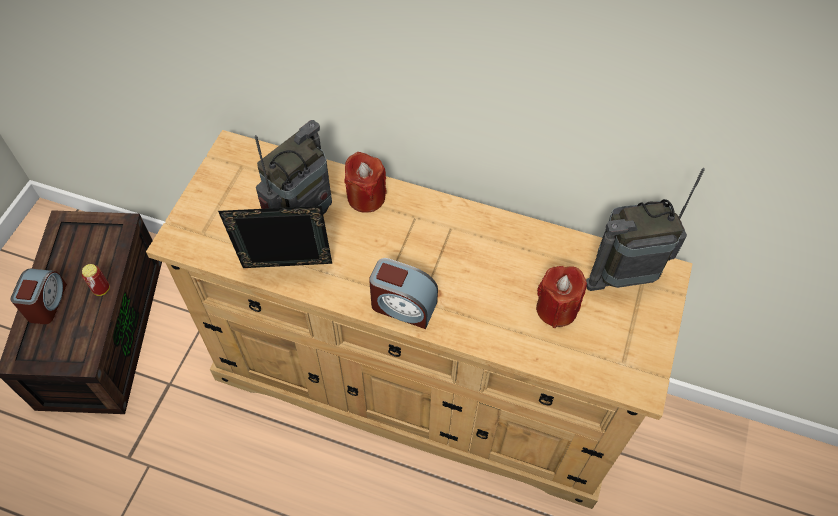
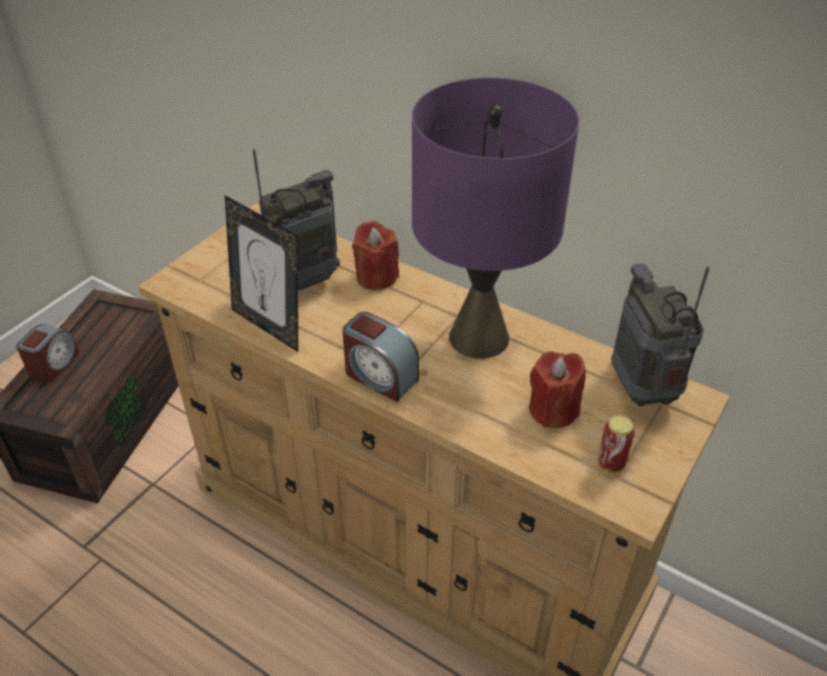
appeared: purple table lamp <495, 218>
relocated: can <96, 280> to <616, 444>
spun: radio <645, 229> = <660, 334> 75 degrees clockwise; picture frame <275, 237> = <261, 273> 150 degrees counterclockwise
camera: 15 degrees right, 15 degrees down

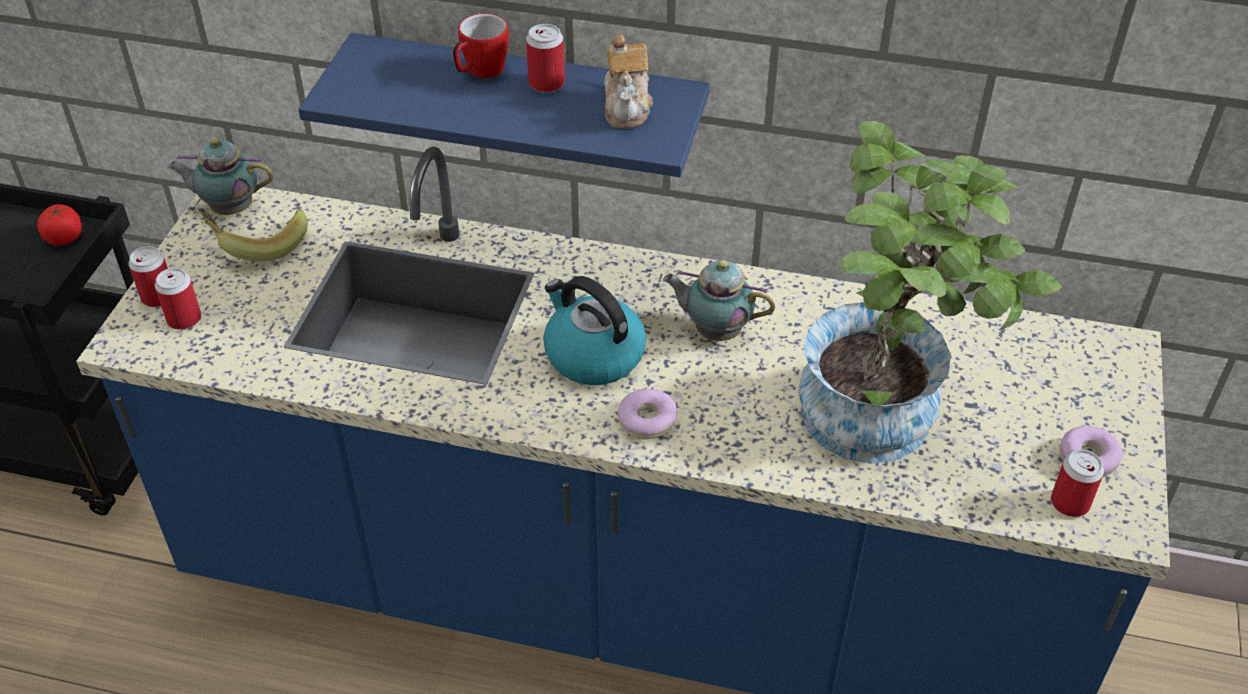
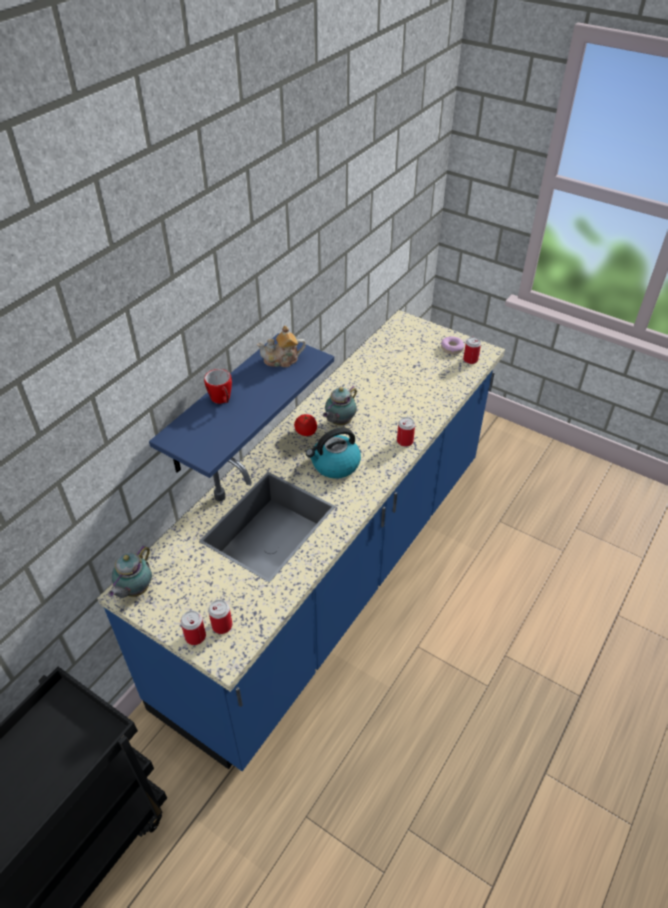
missing: potted plant <930, 292>; banana <253, 235>; donut <647, 414>
relocated: can <545, 58> to <406, 432>; tomato <59, 225> to <305, 425>
spun: teapot <628, 81> = <281, 346> 150 degrees clockwise
camera: 70 degrees left, 0 degrees up

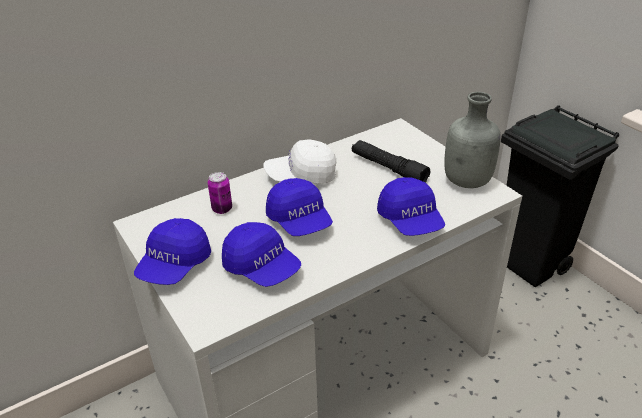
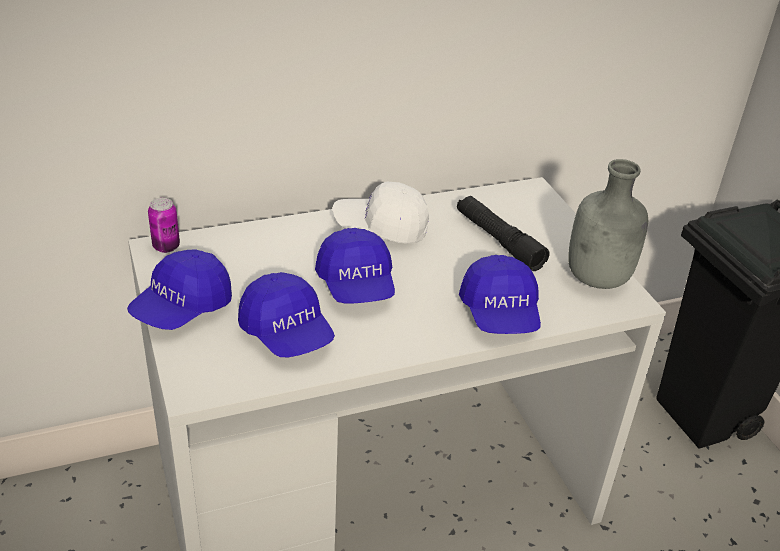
relocated: can <220, 193> to <164, 225>
camera: 10 degrees right, 0 degrees up

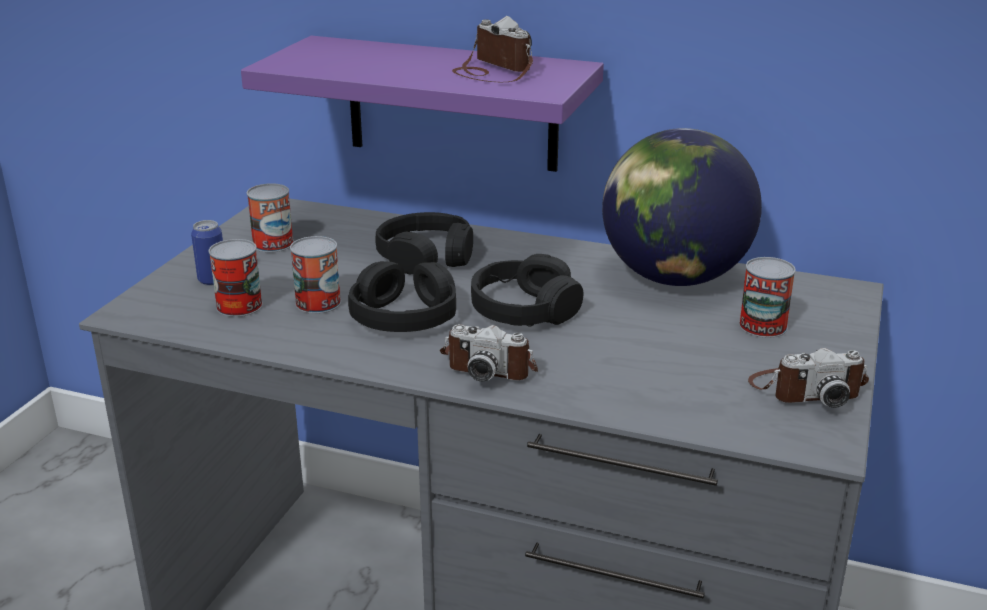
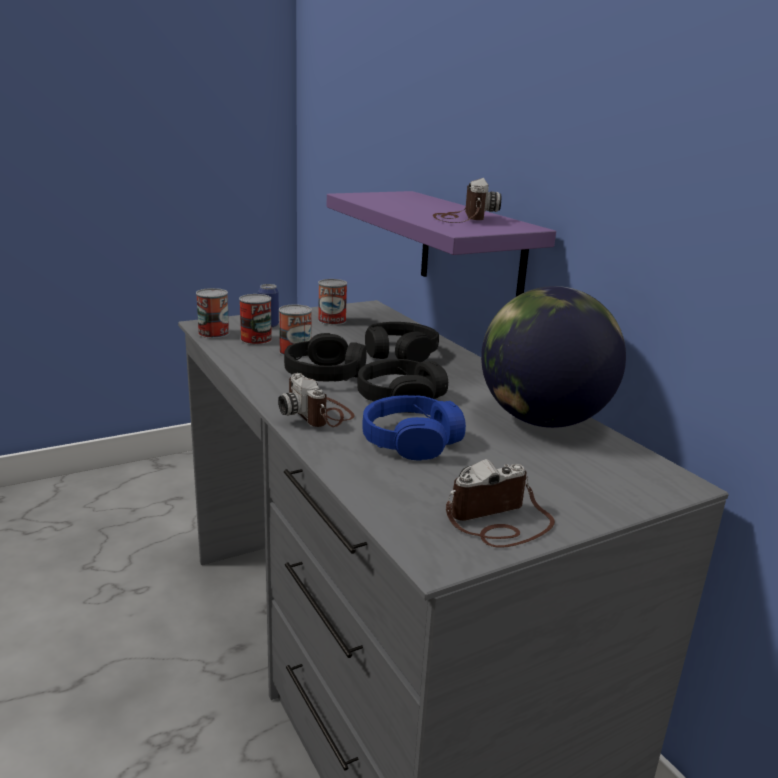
appeared: blue headphones <414, 428>
relocated: can <767, 297> to <213, 313>
spun: photo camera <808, 378> = <500, 503> 120 degrees clockwise
camera: 40 degrees right, 5 degrees down

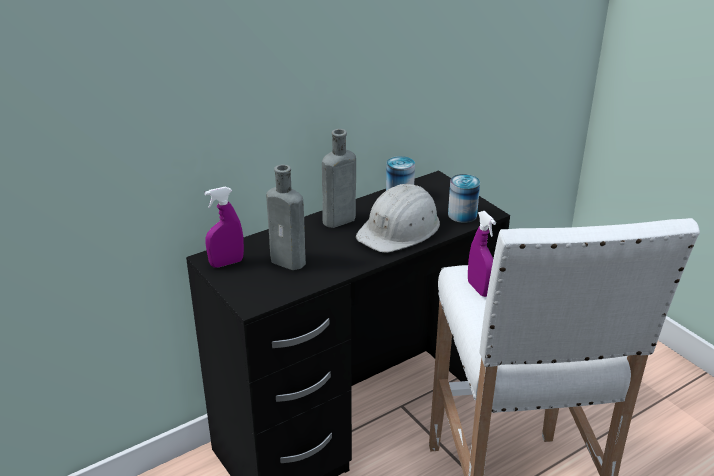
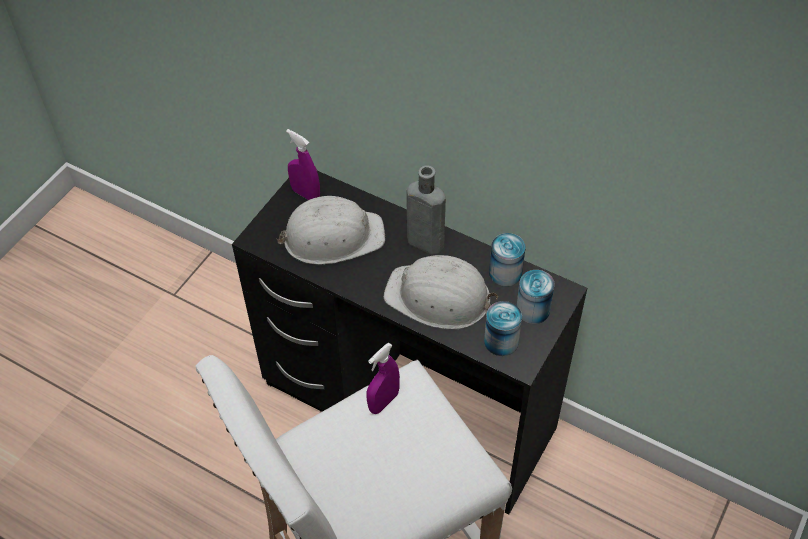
appeared: can <535, 297>
exchanged: grey bottle <286, 217> to white hard hat <330, 230>
camera: 65 degrees right, 20 degrees up

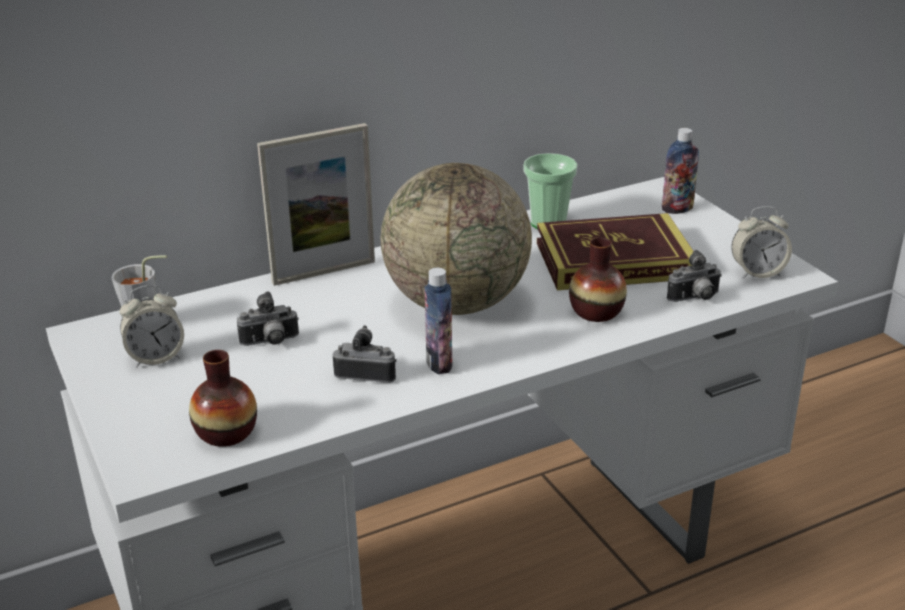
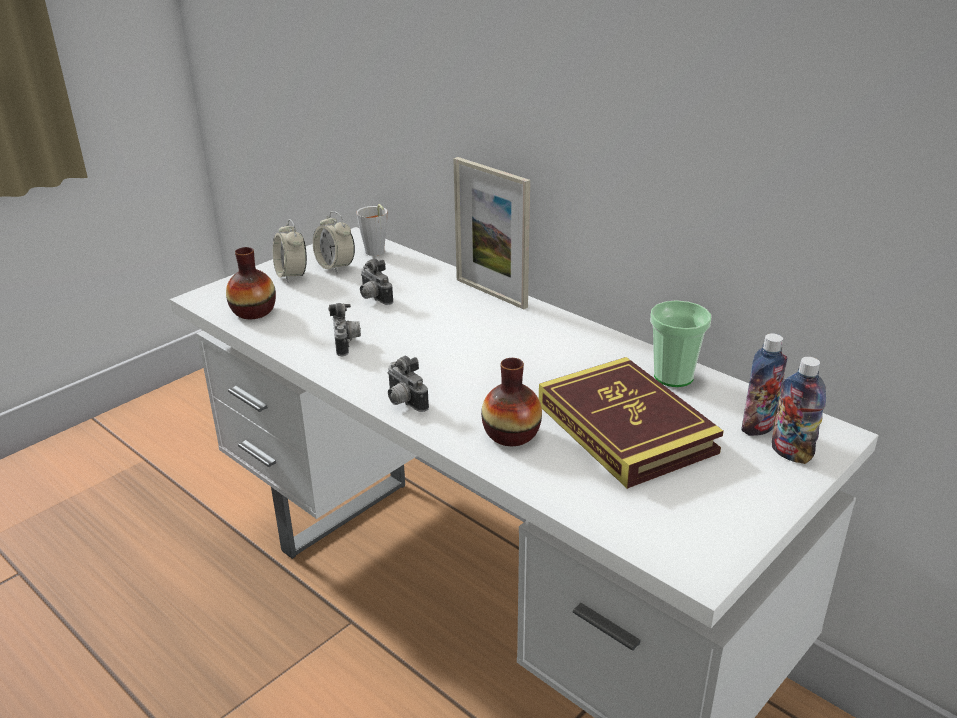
missing: globe <456, 239>
relocated: alarm clock <761, 242> to <290, 251>; photo camera <694, 276> to <408, 384>; bottle <438, 321> to <764, 384>
camera: 70 degrees right, 0 degrees up

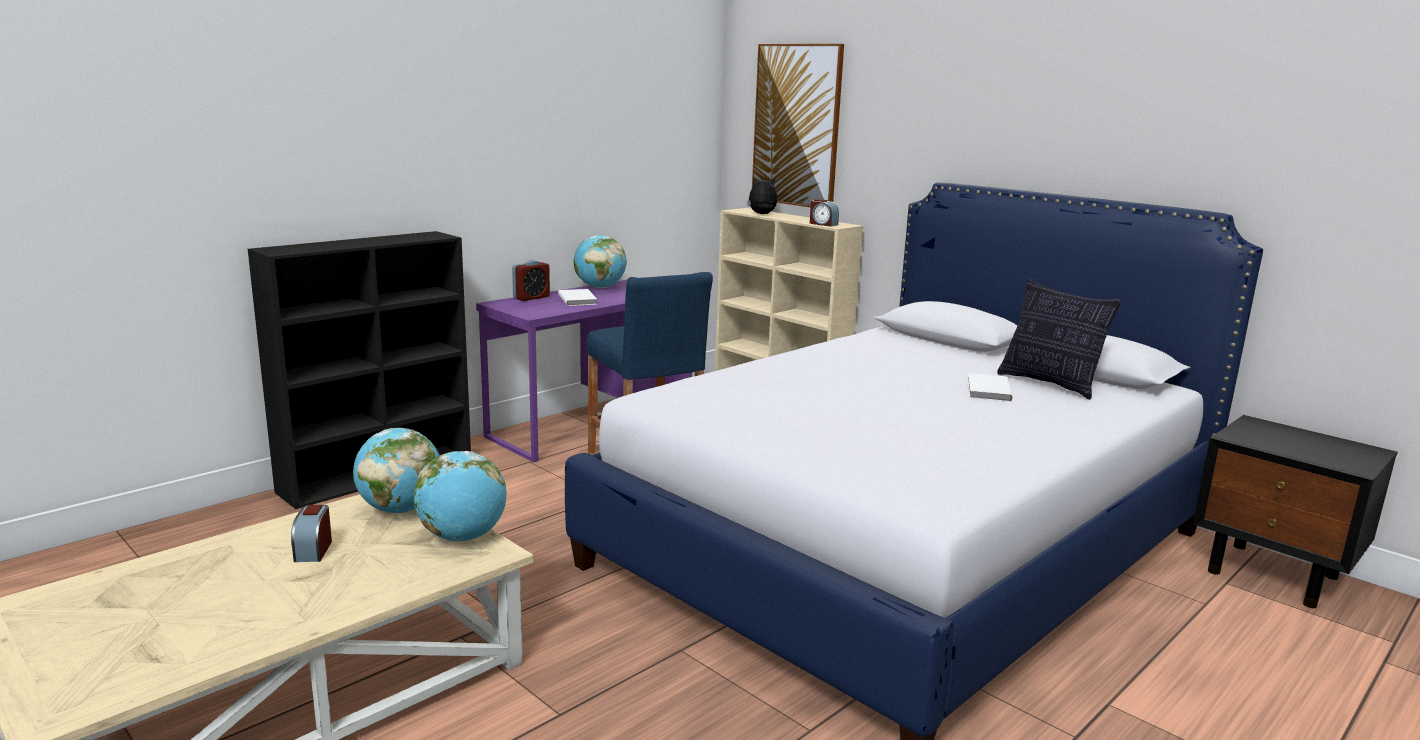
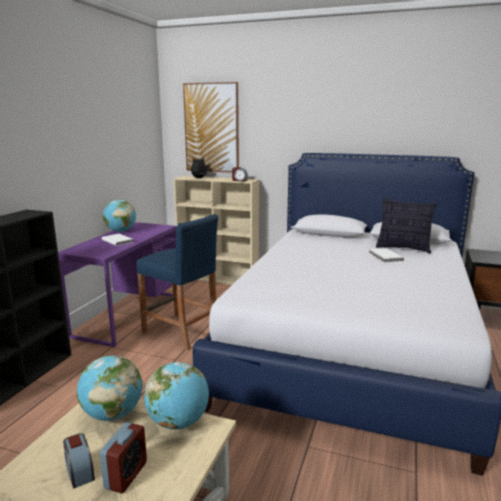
relocated: alarm clock <531, 280> to <123, 458>
camera: 25 degrees left, 0 degrees up

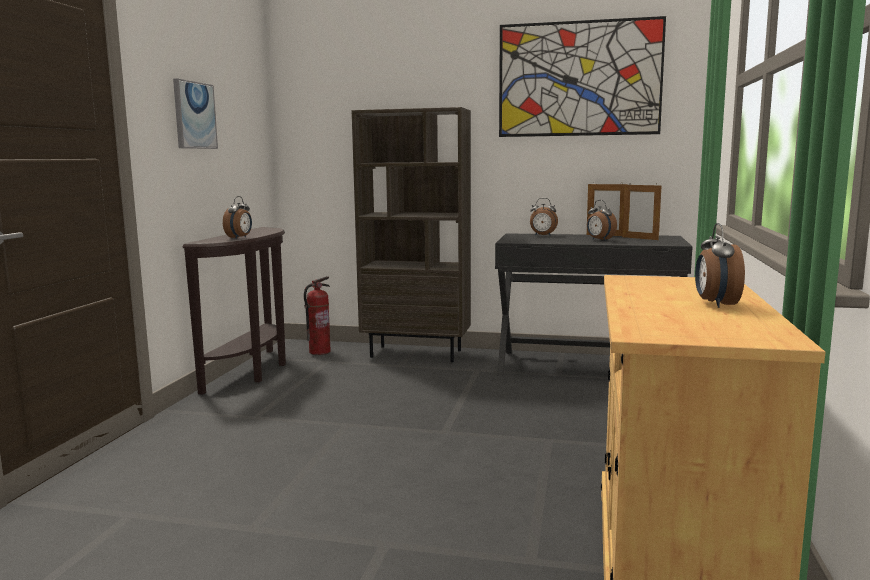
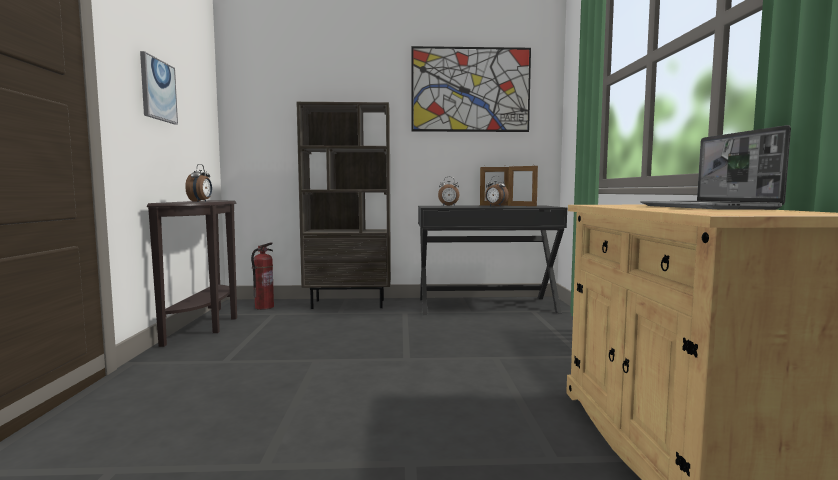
exchanged: alarm clock <720, 265> to laptop <715, 167>
camera: 15 degrees left, 5 degrees down

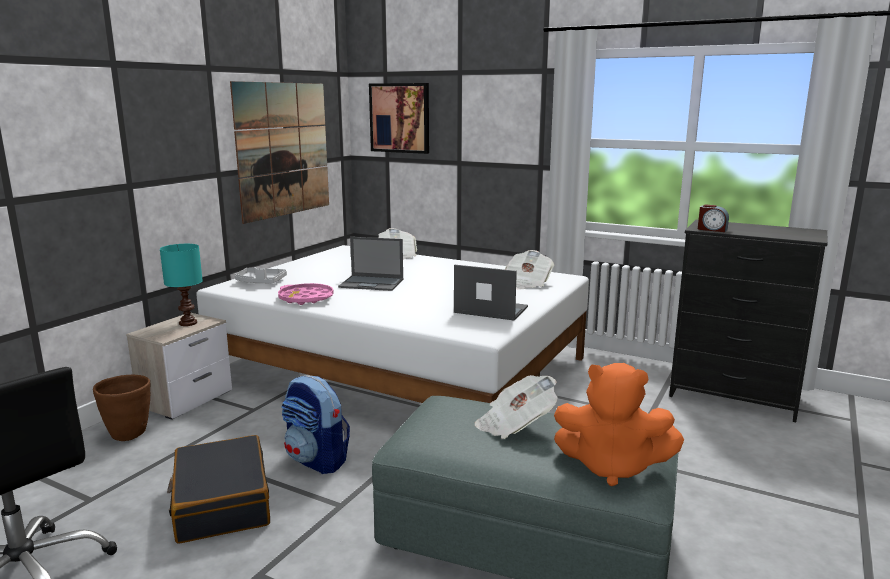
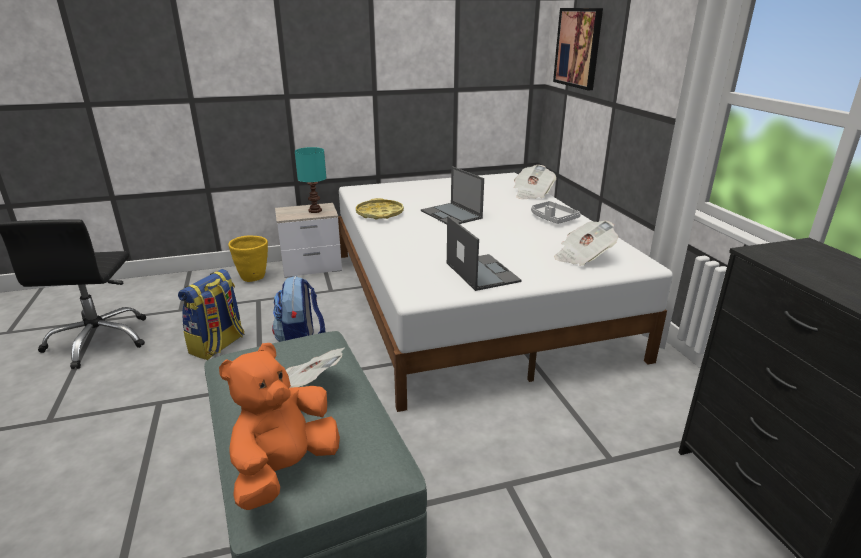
missing: picture <279, 152>; alarm clock <713, 218>
relocated: grey tray <261, 276> to <556, 212>
exchanged: black suitcase <218, 489> to backpack <211, 314>
colour: pink tray <306, 294> to yellow tray <380, 208>; brown planter <121, 408> to yellow planter <248, 259>
spun: orange plush toy <619, 424> = <279, 426> 60 degrees clockwise
camera: 45 degrees right, 10 degrees up

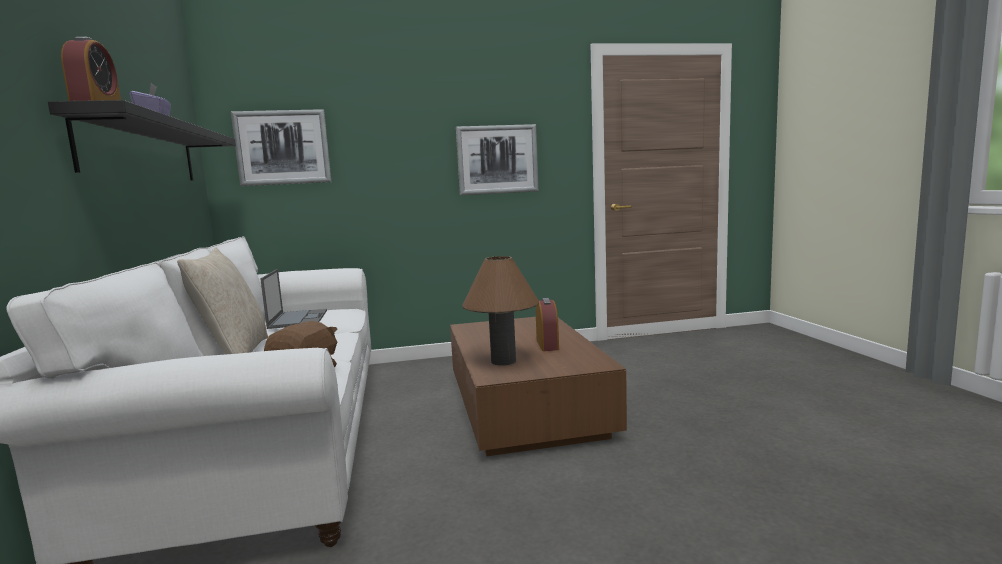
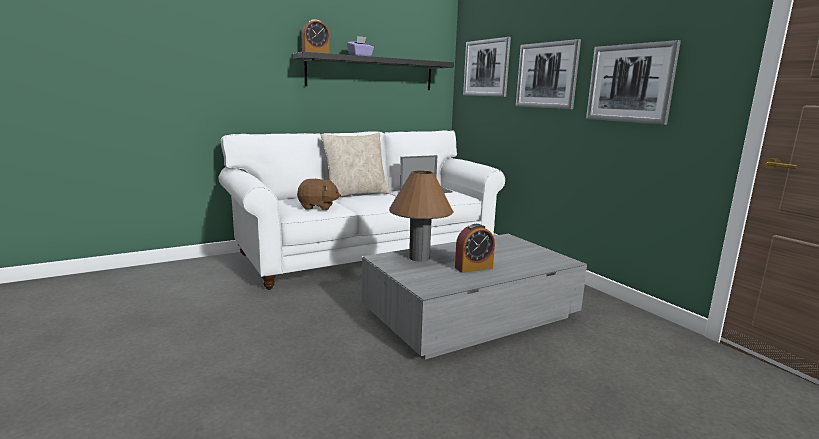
appeared: picture <548, 74>
colour: brown coffee table <538, 386> to grey coffee table <474, 297>
camera: 70 degrees right, 5 degrees up

